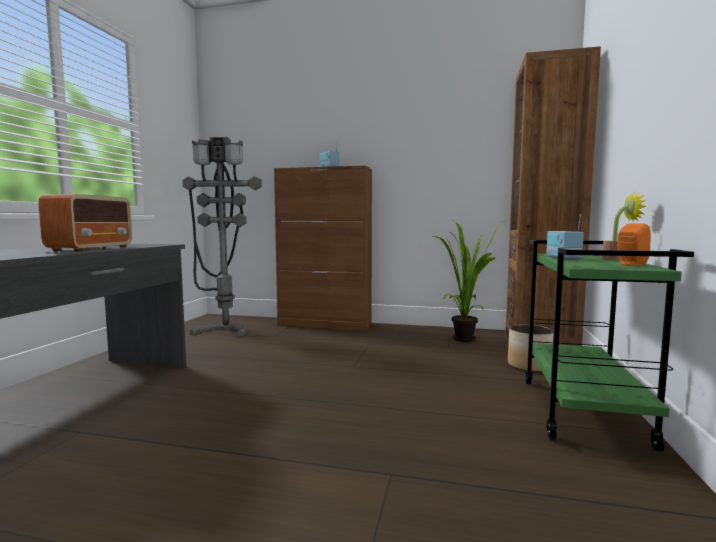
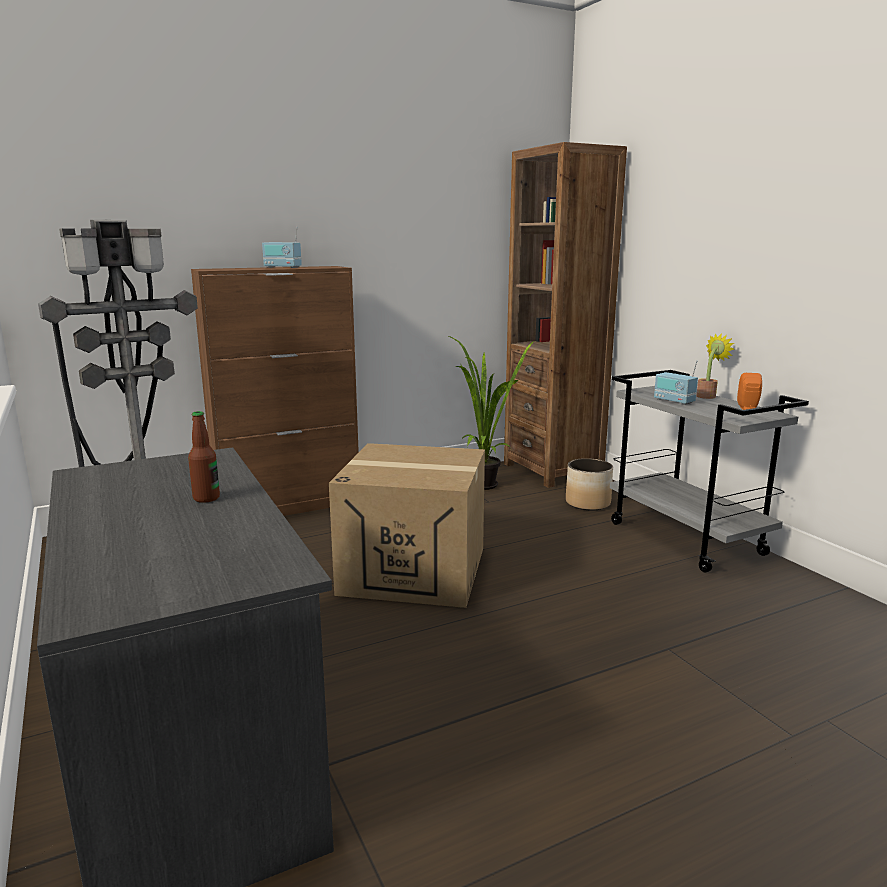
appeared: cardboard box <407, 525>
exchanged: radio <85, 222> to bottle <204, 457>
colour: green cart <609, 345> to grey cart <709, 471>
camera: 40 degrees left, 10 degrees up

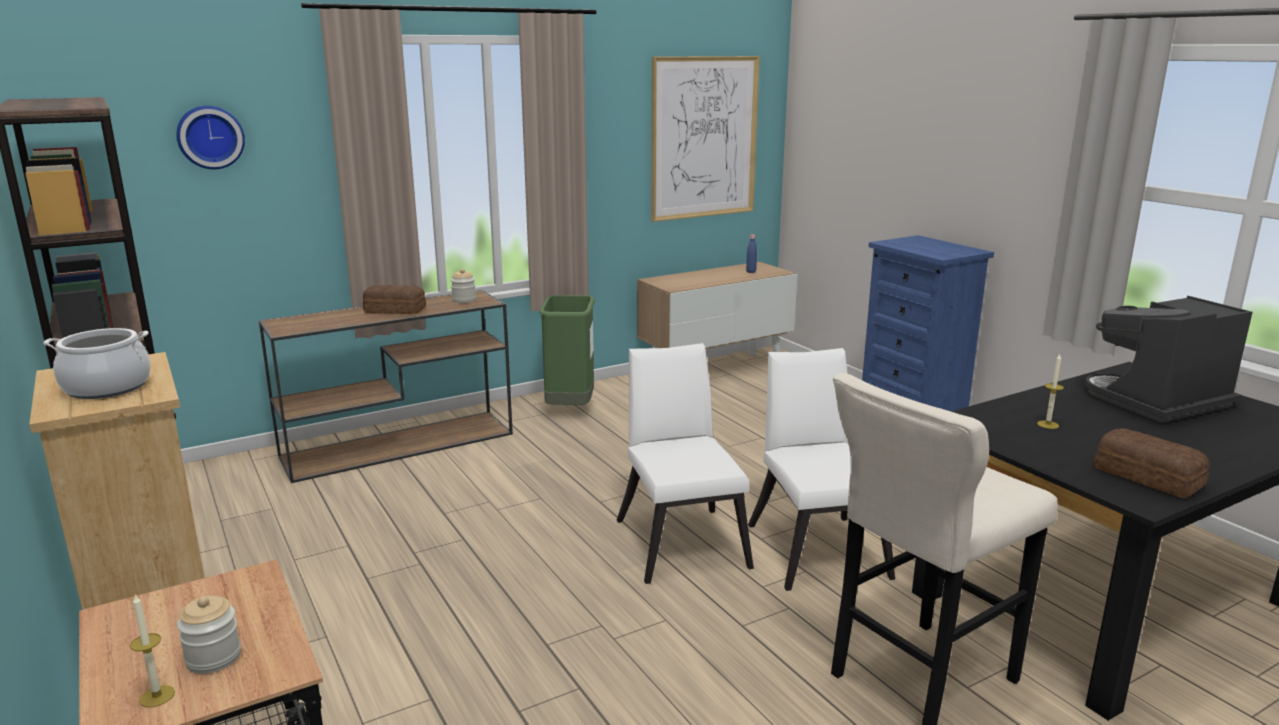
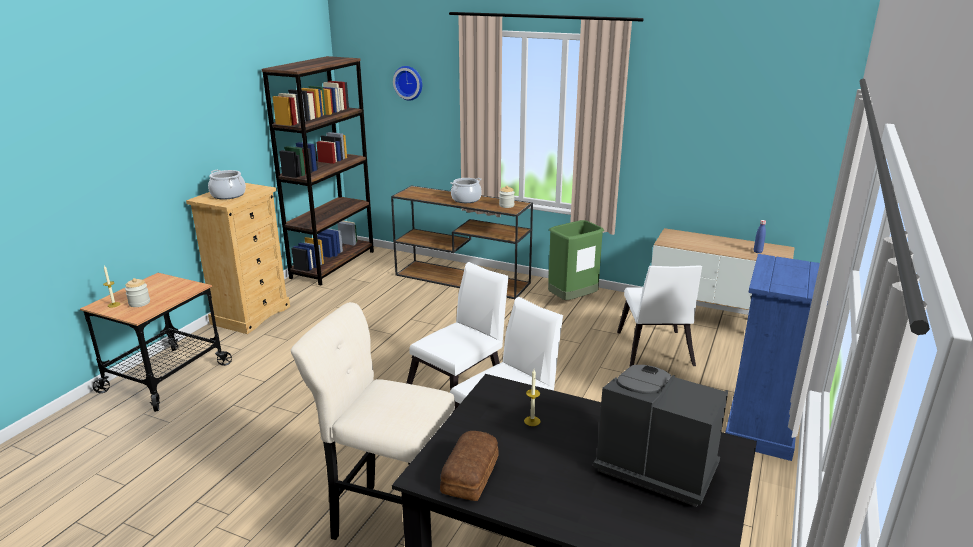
missing: picture <705, 139>
appeared: white chair <659, 315>
exchanged: bread <394, 299> to cooking pot <466, 190>
camera: 55 degrees right, 5 degrees up

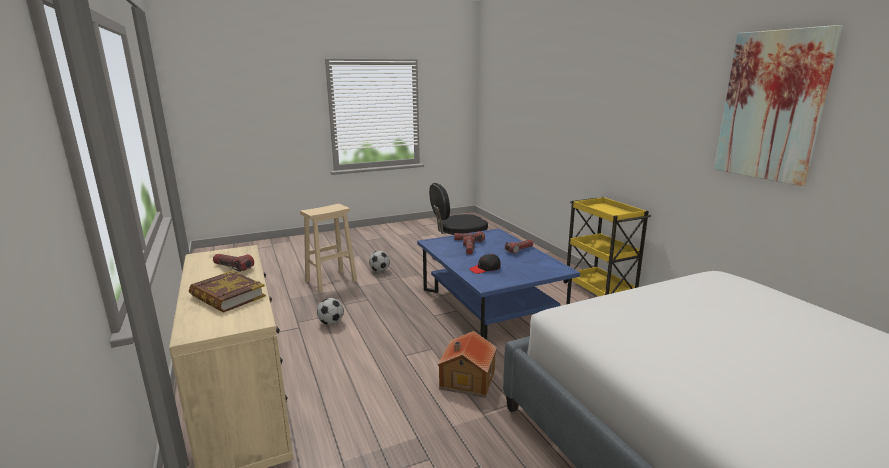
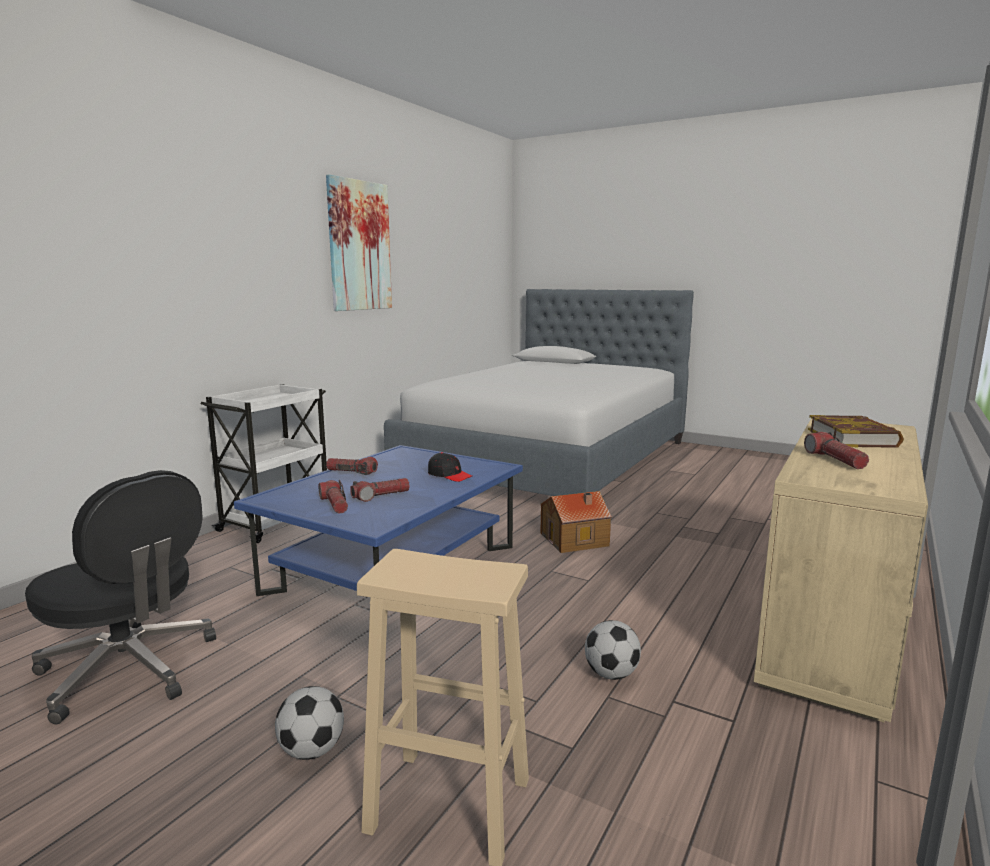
colour: yellow cart <607, 246> to white cart <264, 463>
camera: 125 degrees left, 5 degrees down

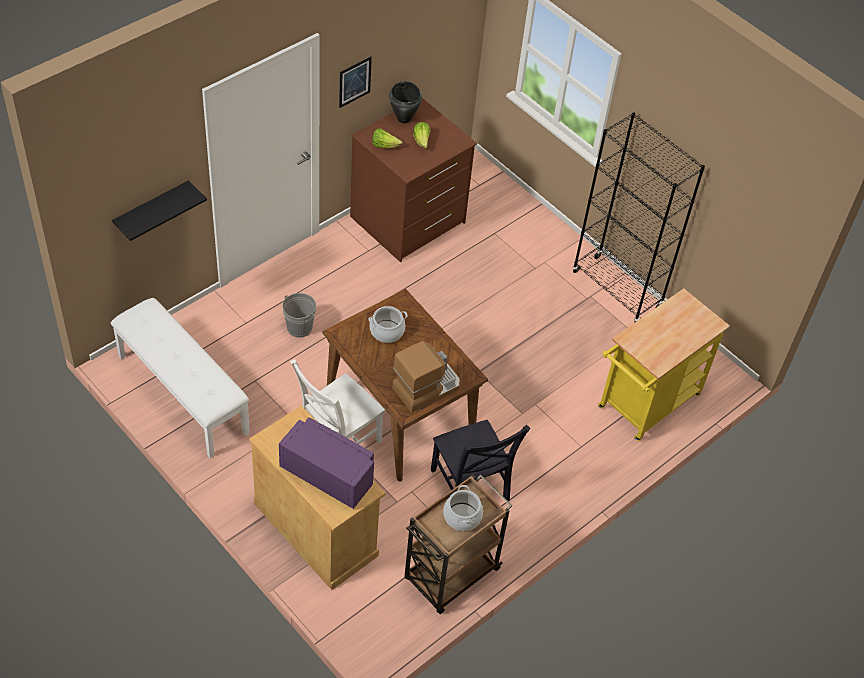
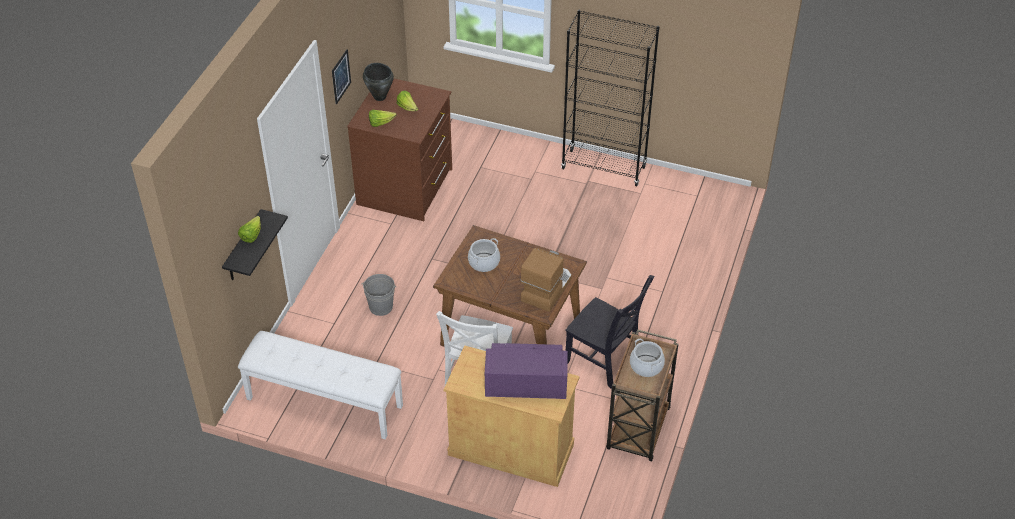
missing: yellow cart <664, 364>
appeared: lettuce <249, 229>
camera: 25 degrees left, 5 degrees down

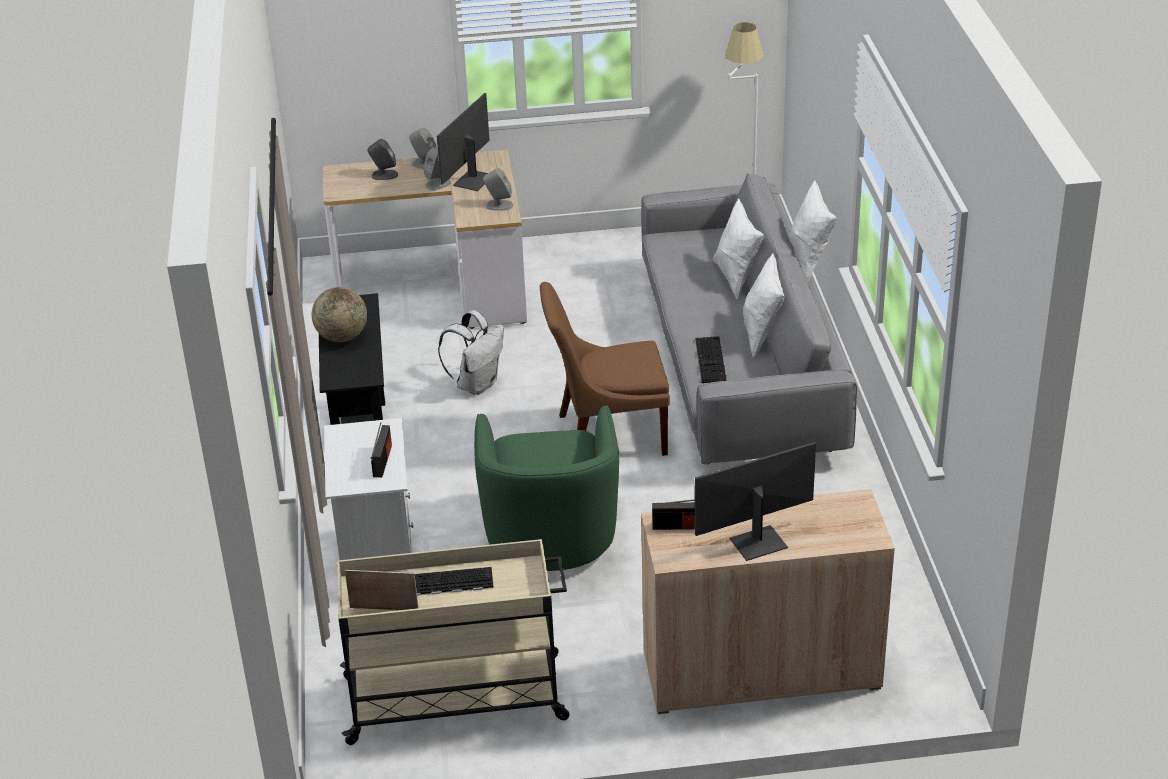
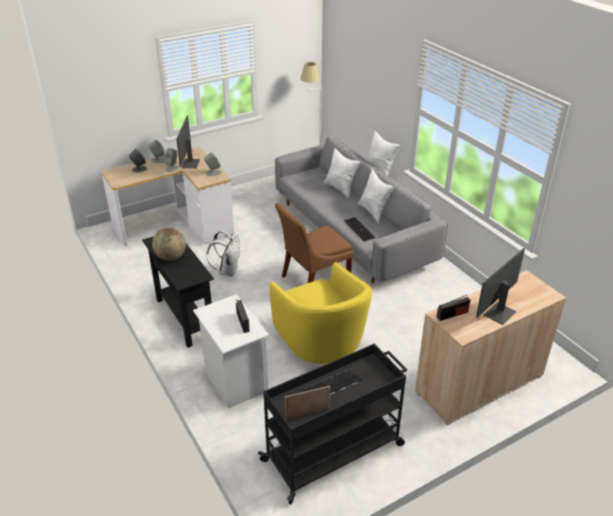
colour: green armchair <546, 488> to yellow armchair <321, 313>; beige cart <453, 642> to black cart <332, 424>
camera: 25 degrees left, 0 degrees up

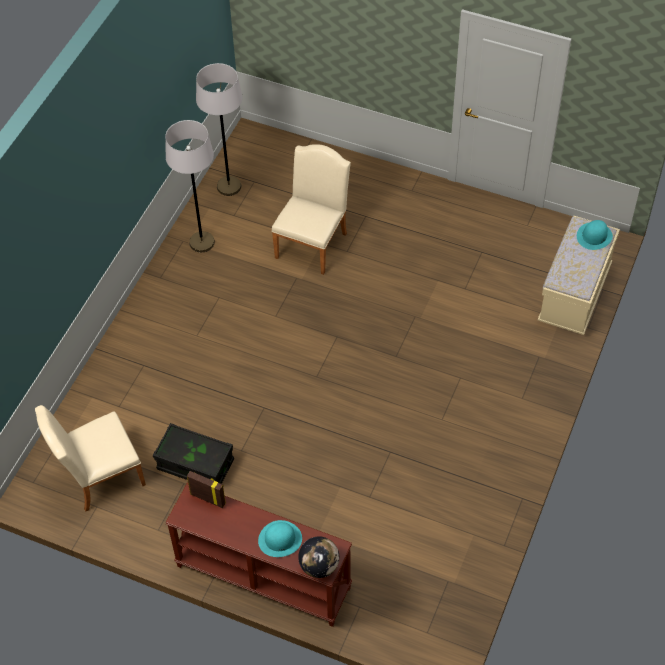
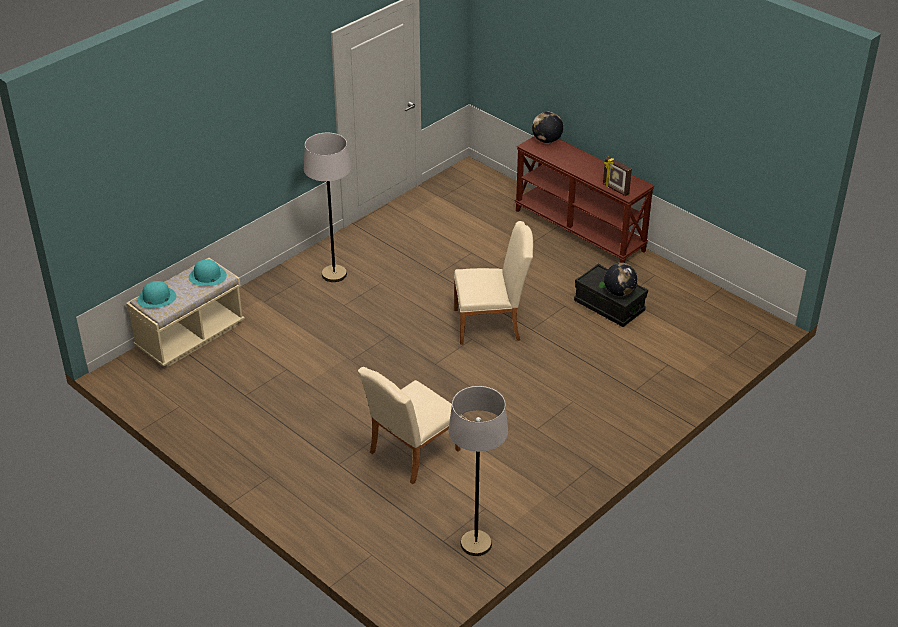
appeared: globe <621, 279>
relocated: grey floor lamp <190, 186> to <327, 207>; beige chair <90, 458> to <493, 283>; turquoise hat <280, 538> to <208, 273>
camera: 160 degrees left, 15 degrees down

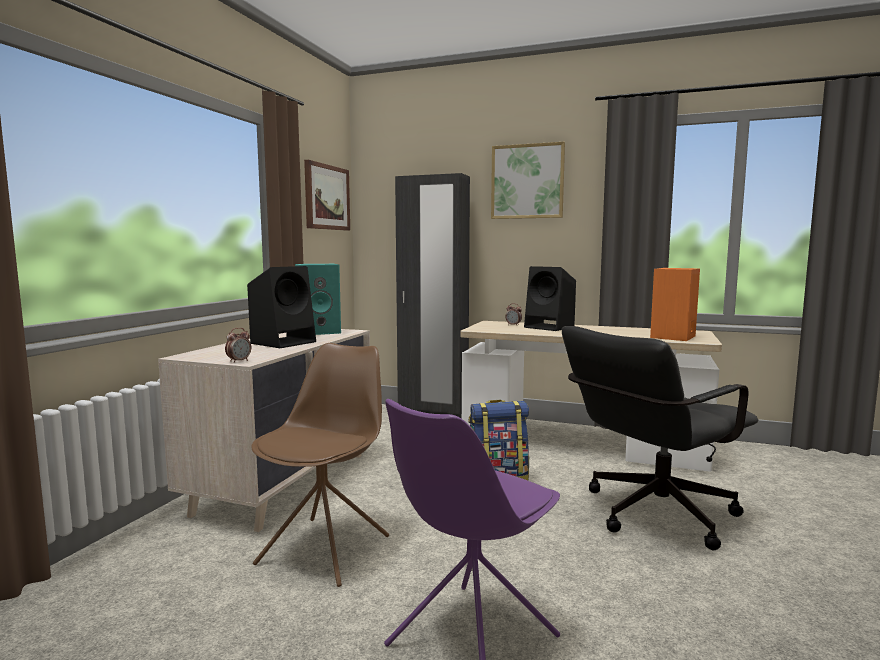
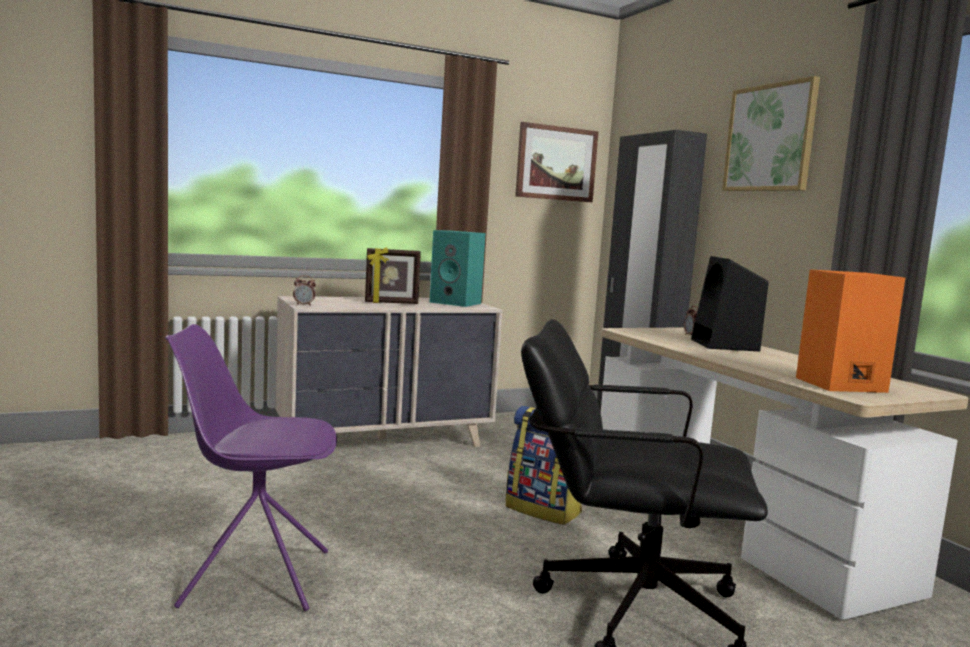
missing: brown chair <320, 465>
exchanged: black speaker <281, 307> to picture frame <393, 275>
camera: 45 degrees right, 0 degrees up

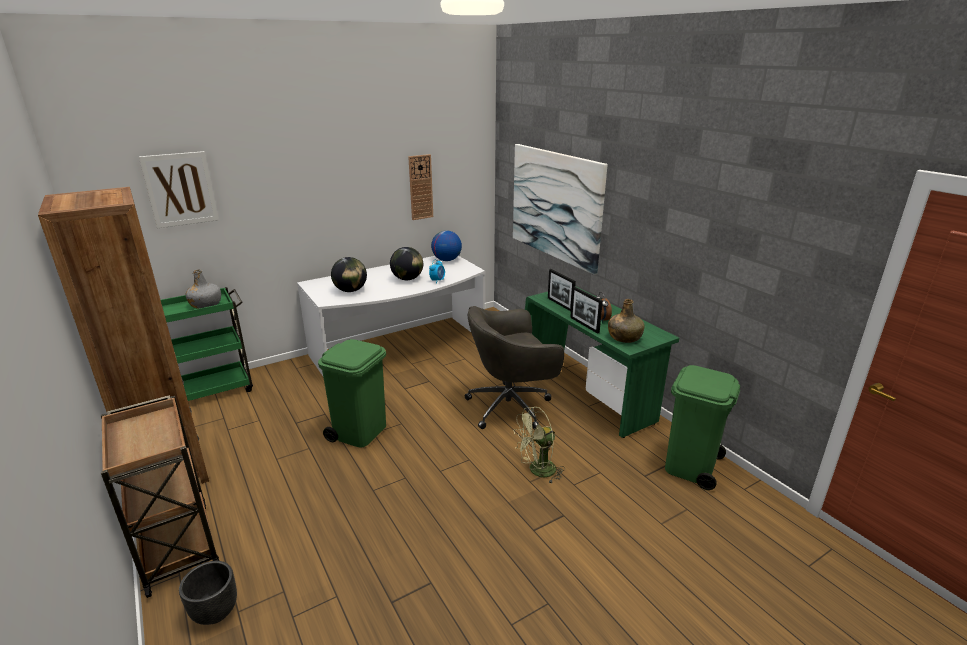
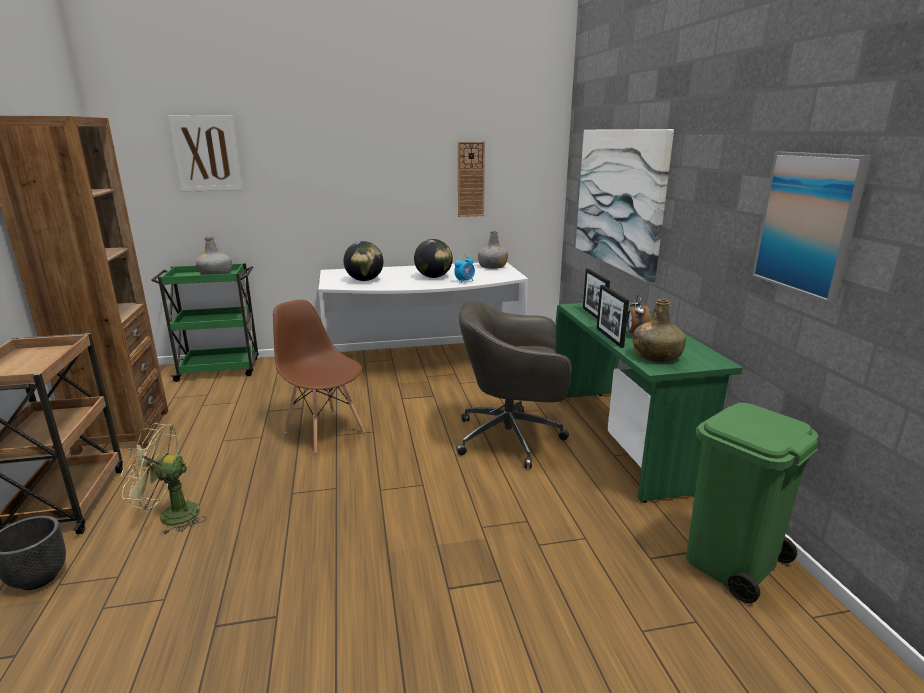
appeared: picture <812, 227>
relocated: green fan <539, 445> to <163, 478>
exchanged: globe <446, 245> to grey bottle <493, 250>; green trash can <352, 393> to brown chair <319, 376>
camera: 20 degrees right, 5 degrees down

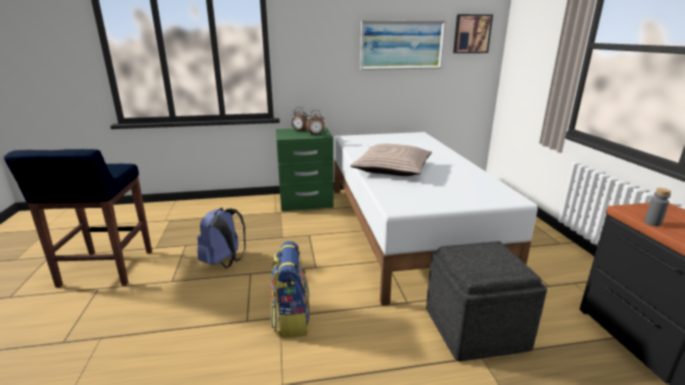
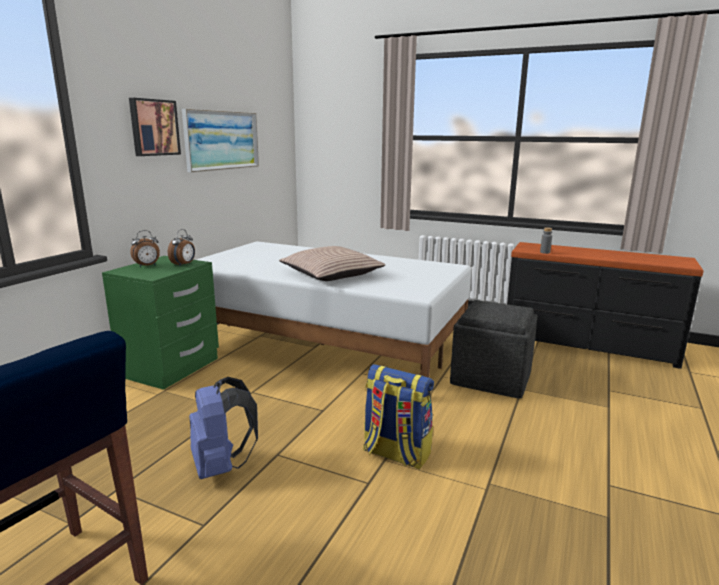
relocated: picture <473, 33> to <155, 127>
camera: 55 degrees left, 5 degrees down

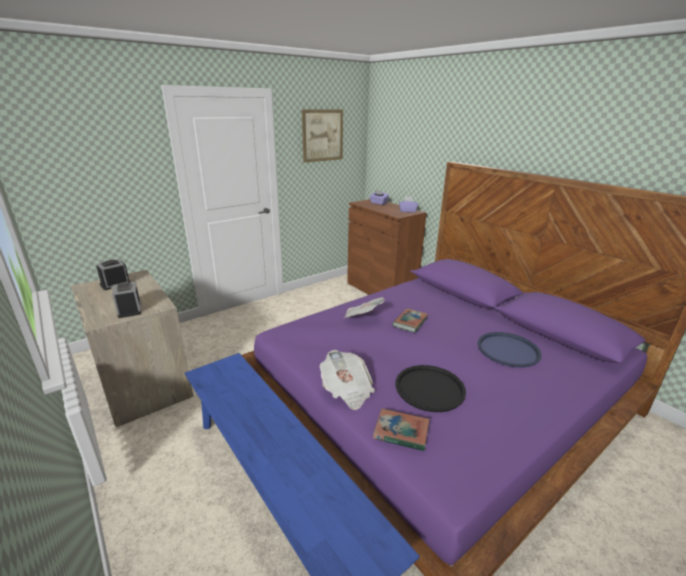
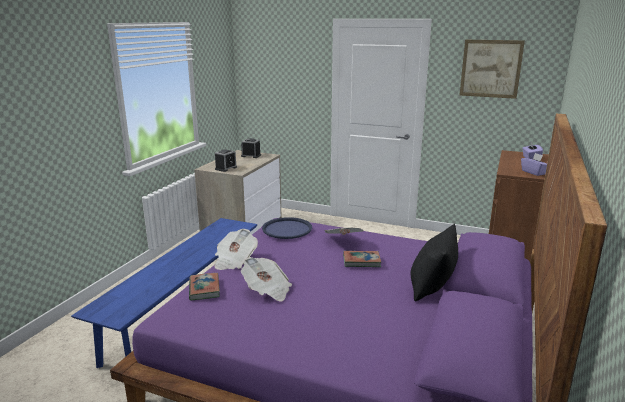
appeared: black pillow <434, 262>
relocated: blue tray <509, 350> to <287, 228>
exchanged: black tray <430, 388> to newspaper <266, 279>
camera: 60 degrees right, 5 degrees down

